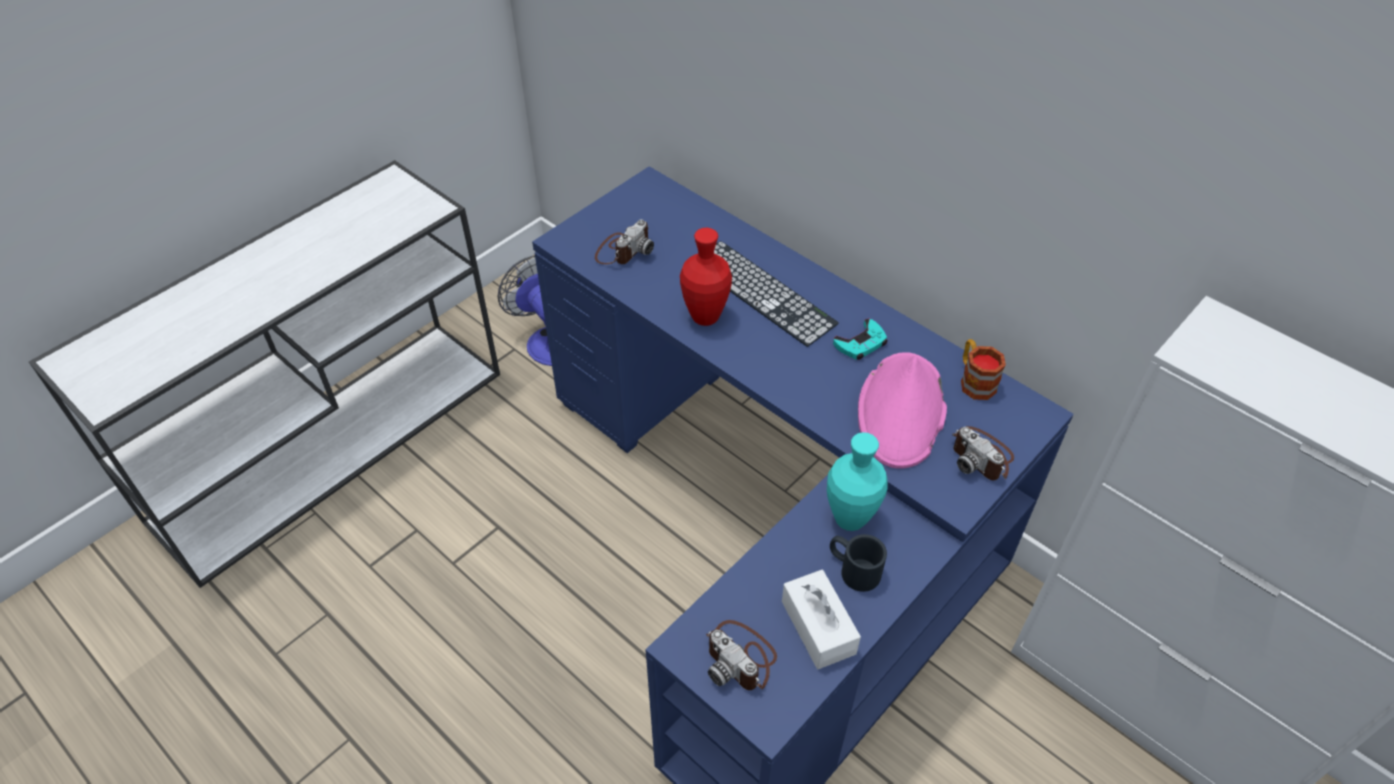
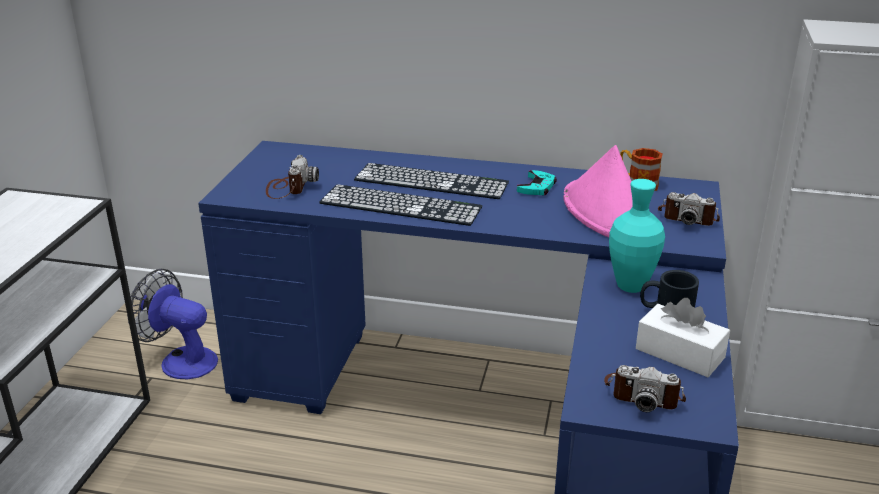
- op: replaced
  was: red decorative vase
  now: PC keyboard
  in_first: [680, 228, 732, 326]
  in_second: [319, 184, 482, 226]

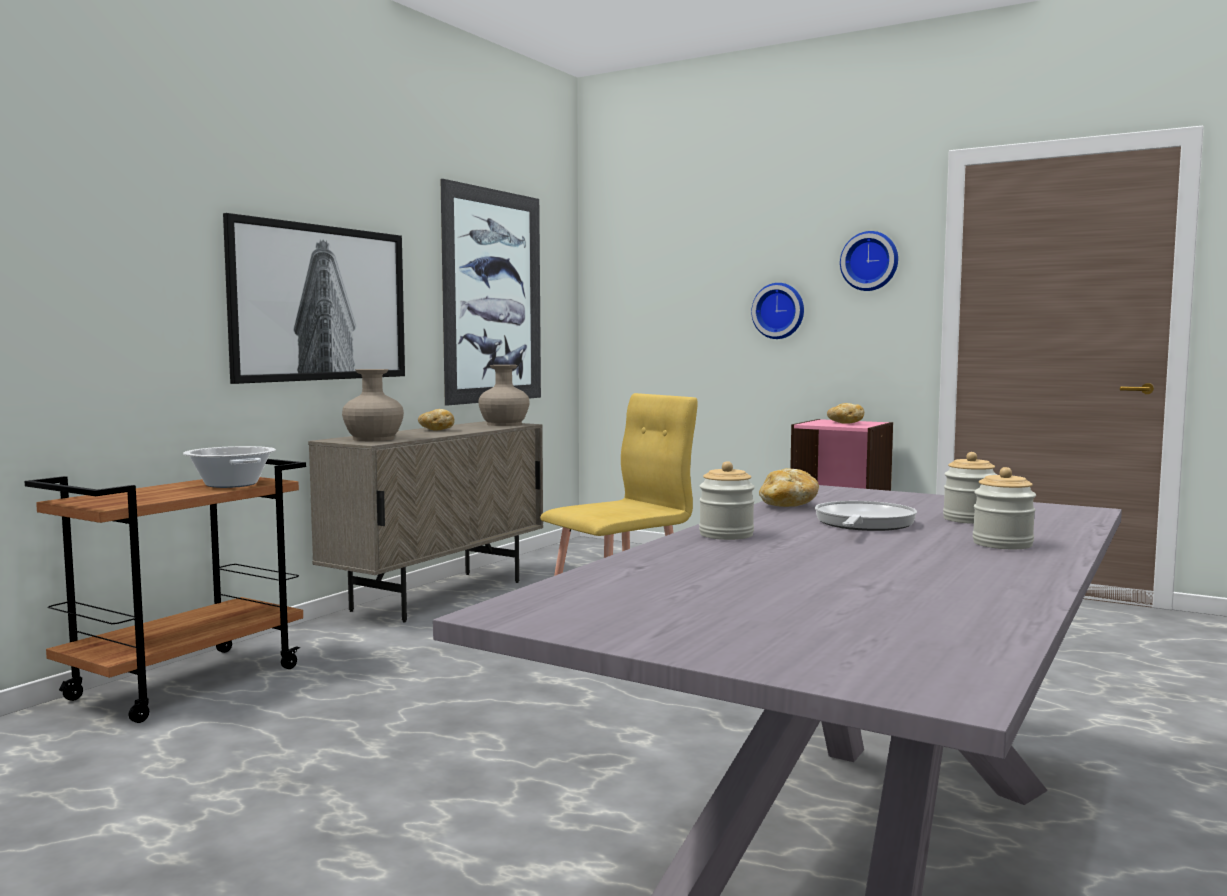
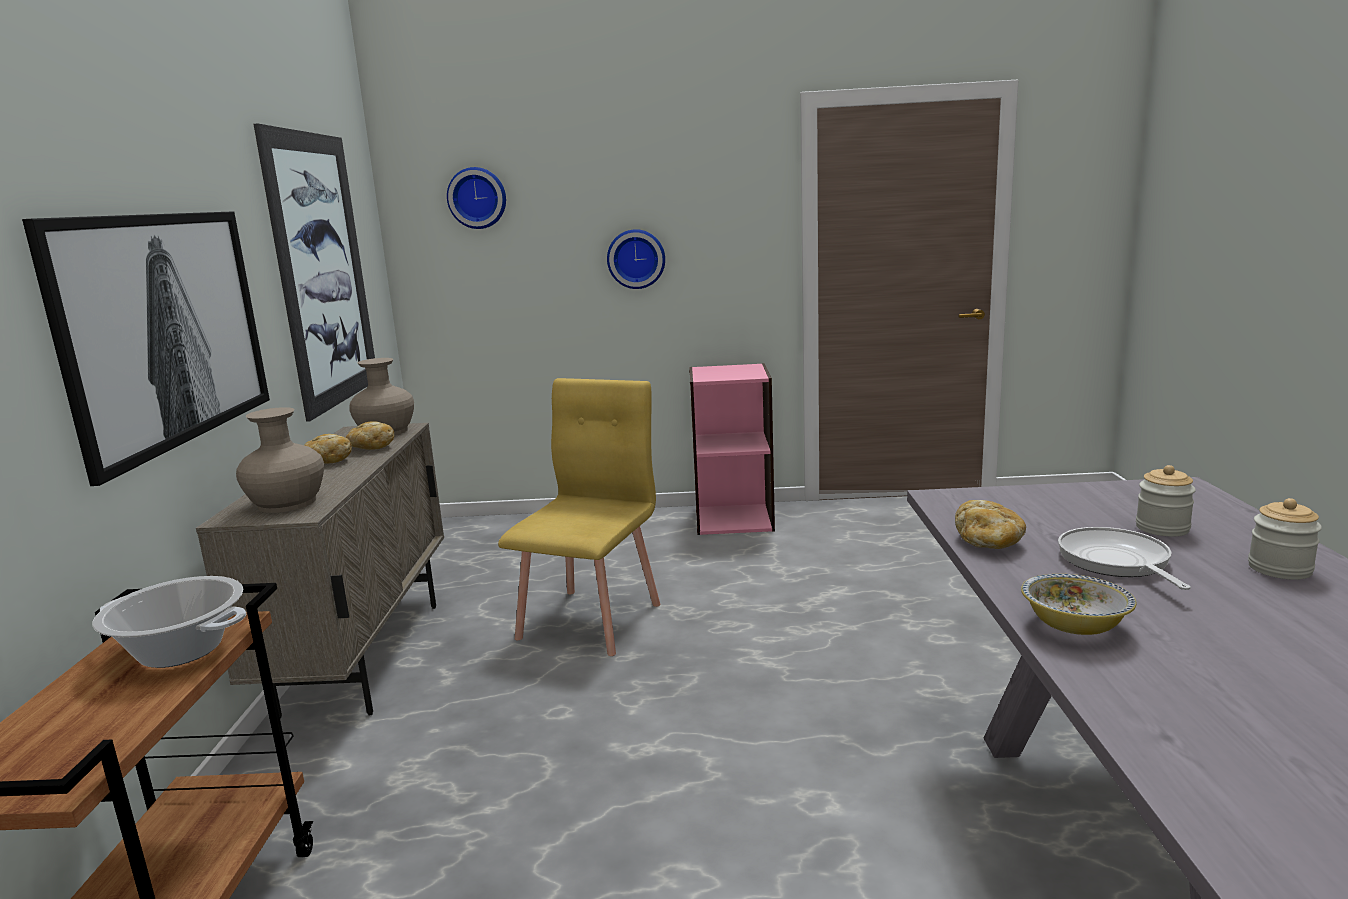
- op: replaced
  was: storage jar
  now: deep dish
  in_first: [699, 461, 755, 540]
  in_second: [1021, 574, 1136, 635]
- op: moved
  was: bread
  in_first: [827, 403, 864, 424]
  in_second: [346, 421, 394, 450]
- op: moved
  was: clock on the wall
  in_first: [840, 231, 898, 291]
  in_second: [447, 167, 506, 229]

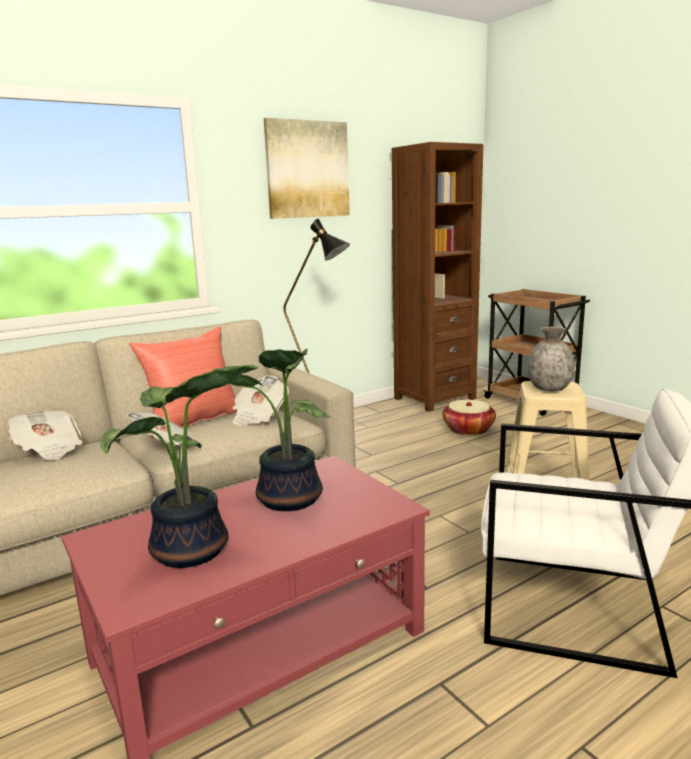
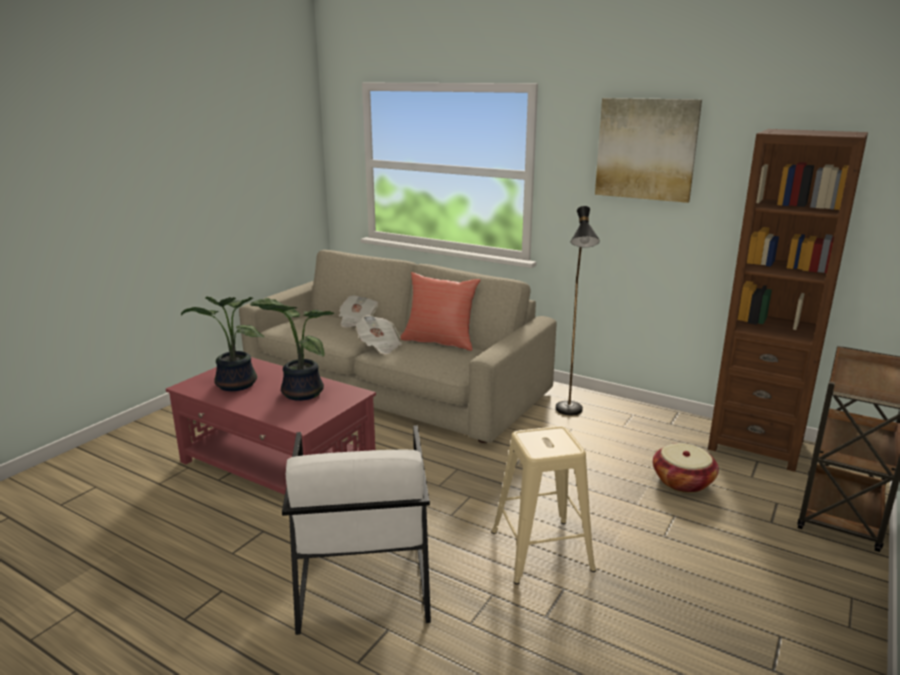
- op: removed
  was: newspaper
  in_first: [232, 375, 289, 425]
- op: removed
  was: greyish decorative vase
  in_first: [528, 327, 575, 392]

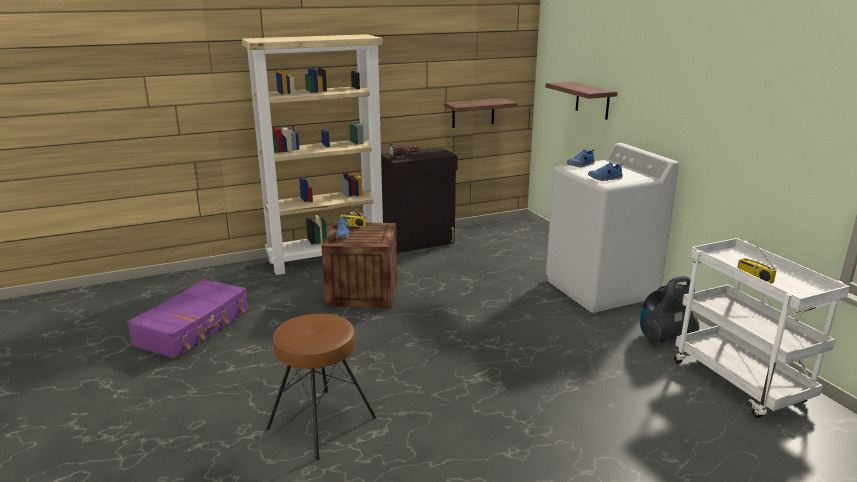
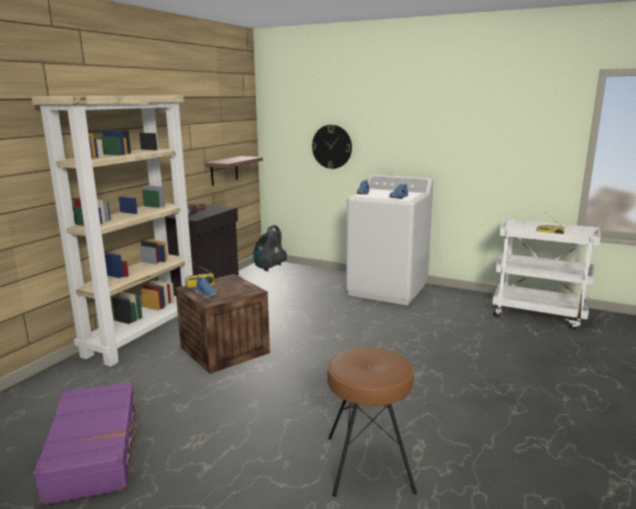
- op: replaced
  was: bracket shelf
  now: clock on the wall
  in_first: [546, 81, 618, 120]
  in_second: [312, 125, 352, 169]
- op: moved
  was: vacuum cleaner
  in_first: [640, 276, 699, 346]
  in_second: [254, 225, 287, 272]

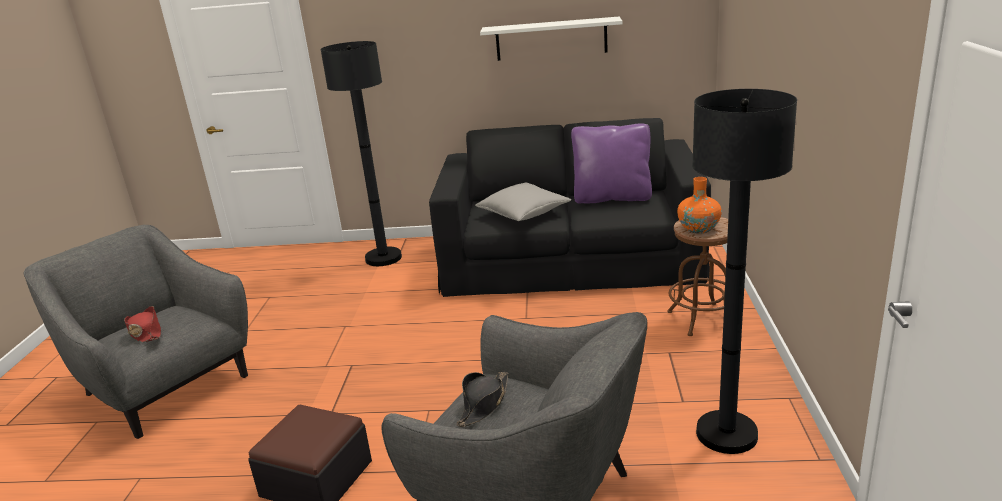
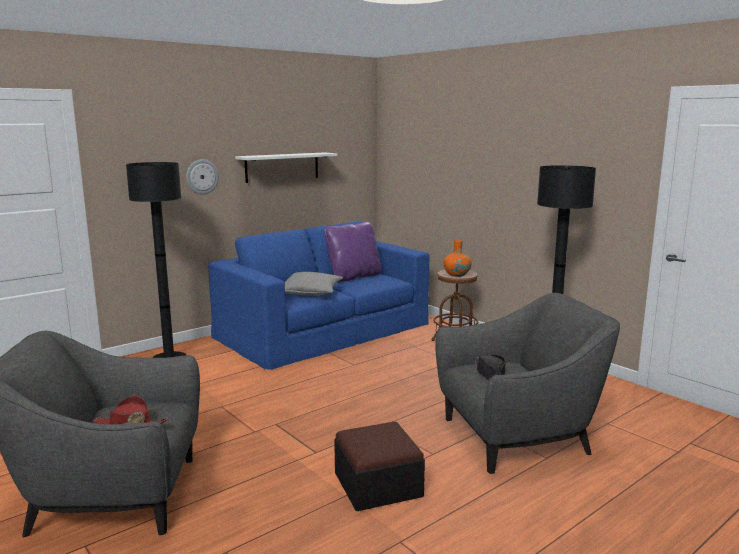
- op: recoloured
  was: blackish settee
  now: bluish settee
  in_first: [429, 118, 711, 297]
  in_second: [208, 221, 429, 370]
- op: added
  now: clock on the wall
  in_second: [186, 159, 219, 195]

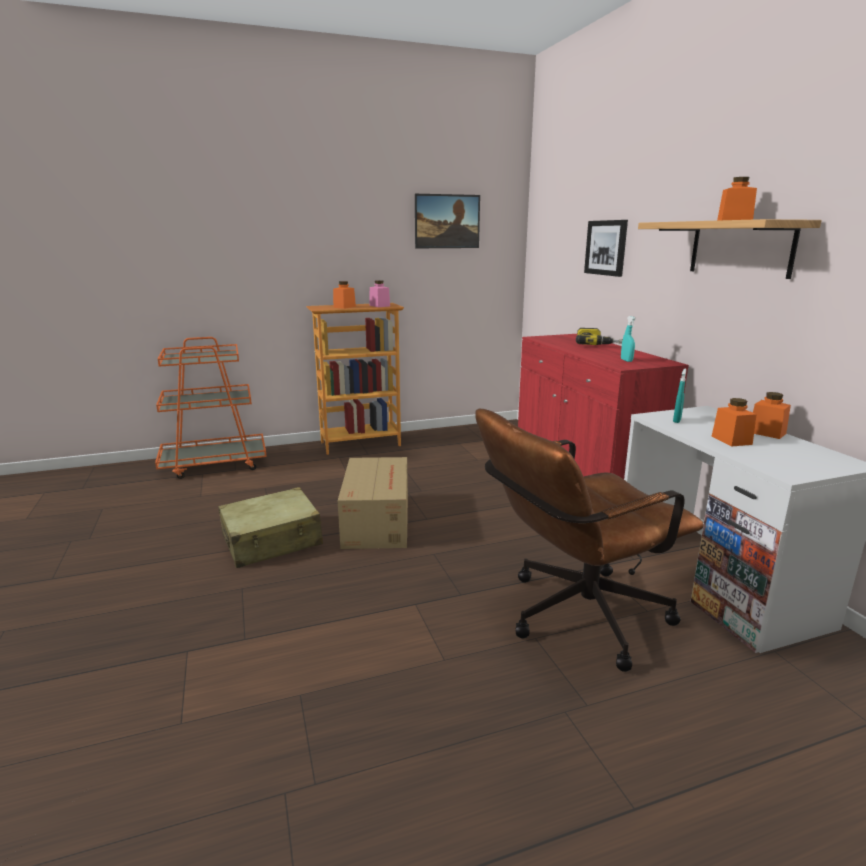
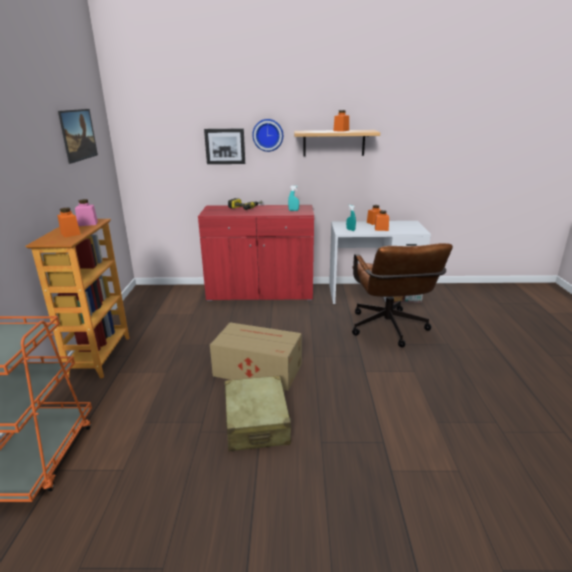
- op: added
  now: clock on the wall
  in_second: [252, 119, 283, 152]

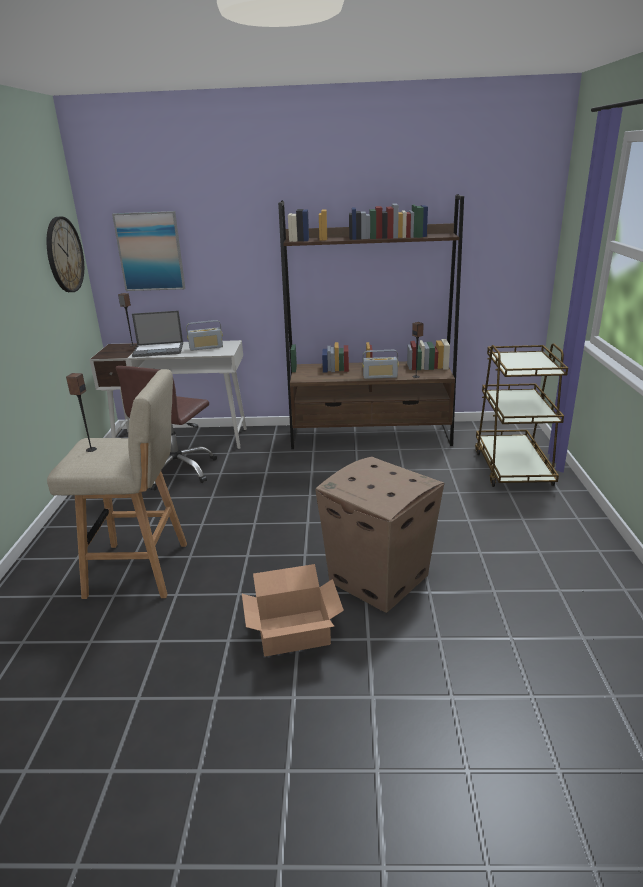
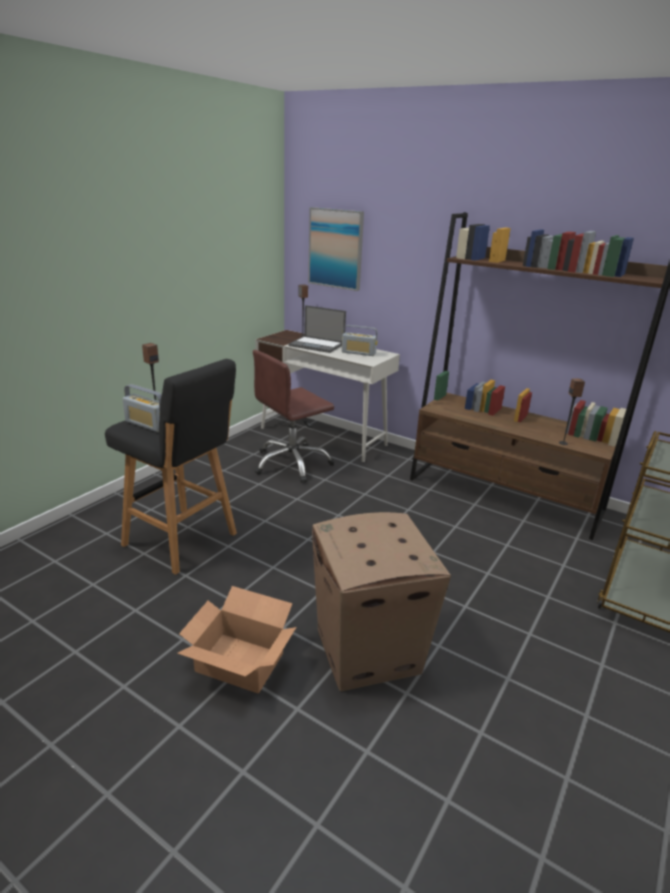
- op: removed
  was: clock on the wall
  in_first: [47, 217, 84, 292]
- op: recoloured
  was: beige stool
  now: blackish stool
  in_first: [47, 369, 187, 599]
  in_second: [105, 359, 237, 575]
- op: moved
  was: radio
  in_first: [362, 350, 399, 379]
  in_second: [122, 384, 162, 432]

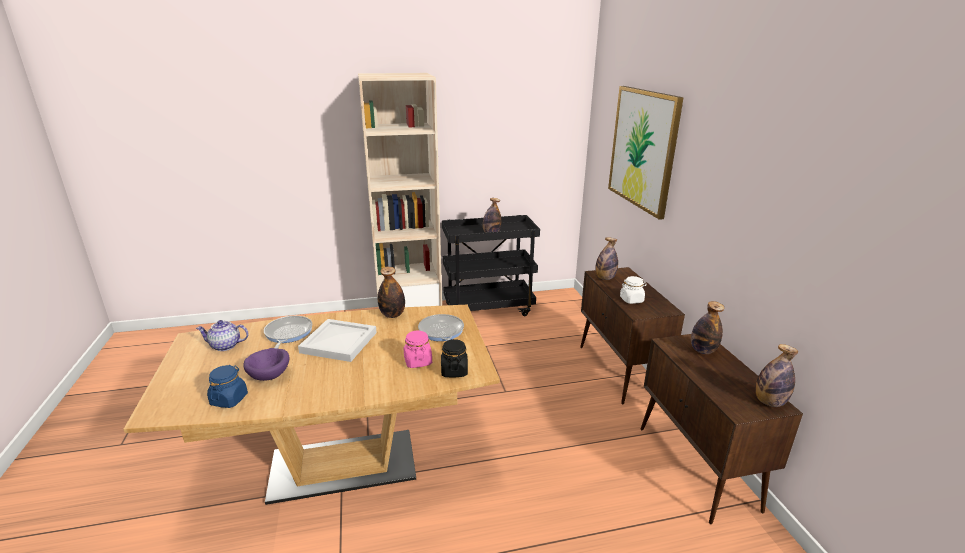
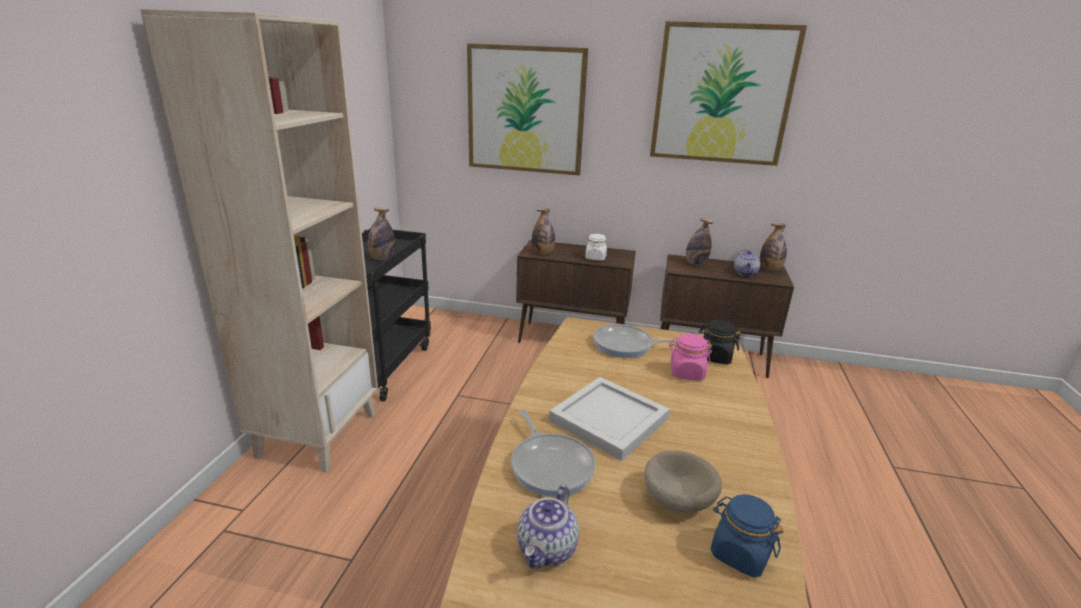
- op: recoloured
  was: purple deep dish
  now: beige deep dish
  in_first: [243, 348, 289, 381]
  in_second: [644, 451, 722, 513]
- op: turned
  was: skillet
  in_first: [264, 316, 313, 349]
  in_second: [511, 409, 596, 497]
  clockwise: -135
- op: removed
  was: drink bottle
  in_first: [378, 267, 405, 318]
- op: added
  now: wall picture
  in_second: [650, 21, 807, 166]
- op: added
  now: teapot
  in_second: [734, 250, 760, 276]

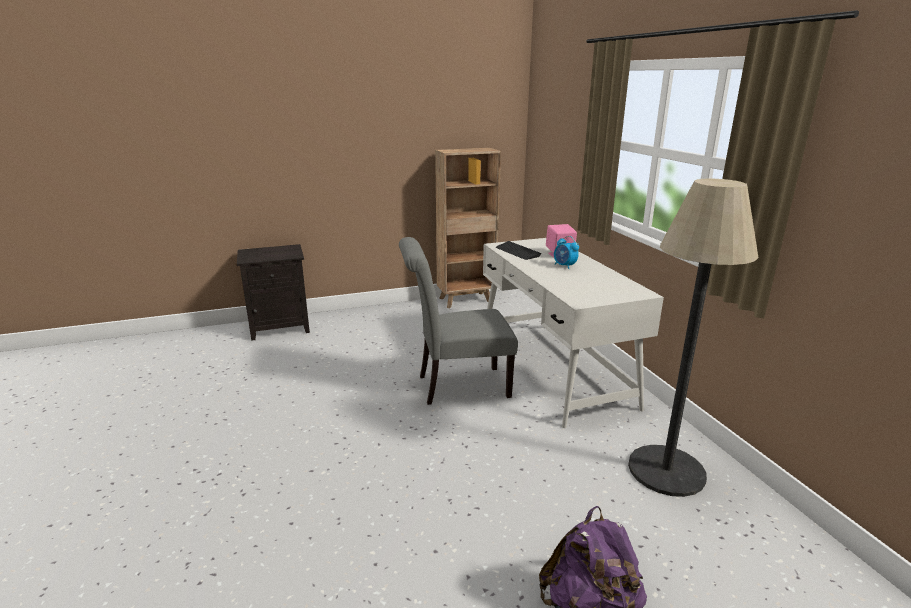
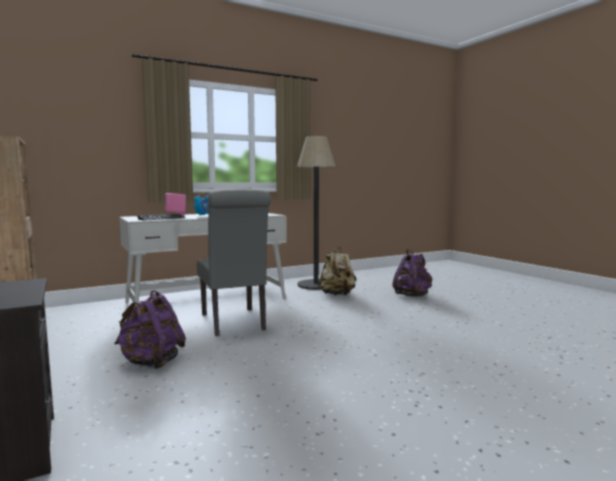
- op: added
  now: purple backpack
  in_second: [114, 290, 186, 369]
- op: added
  now: beige backpack
  in_second: [318, 247, 357, 296]

